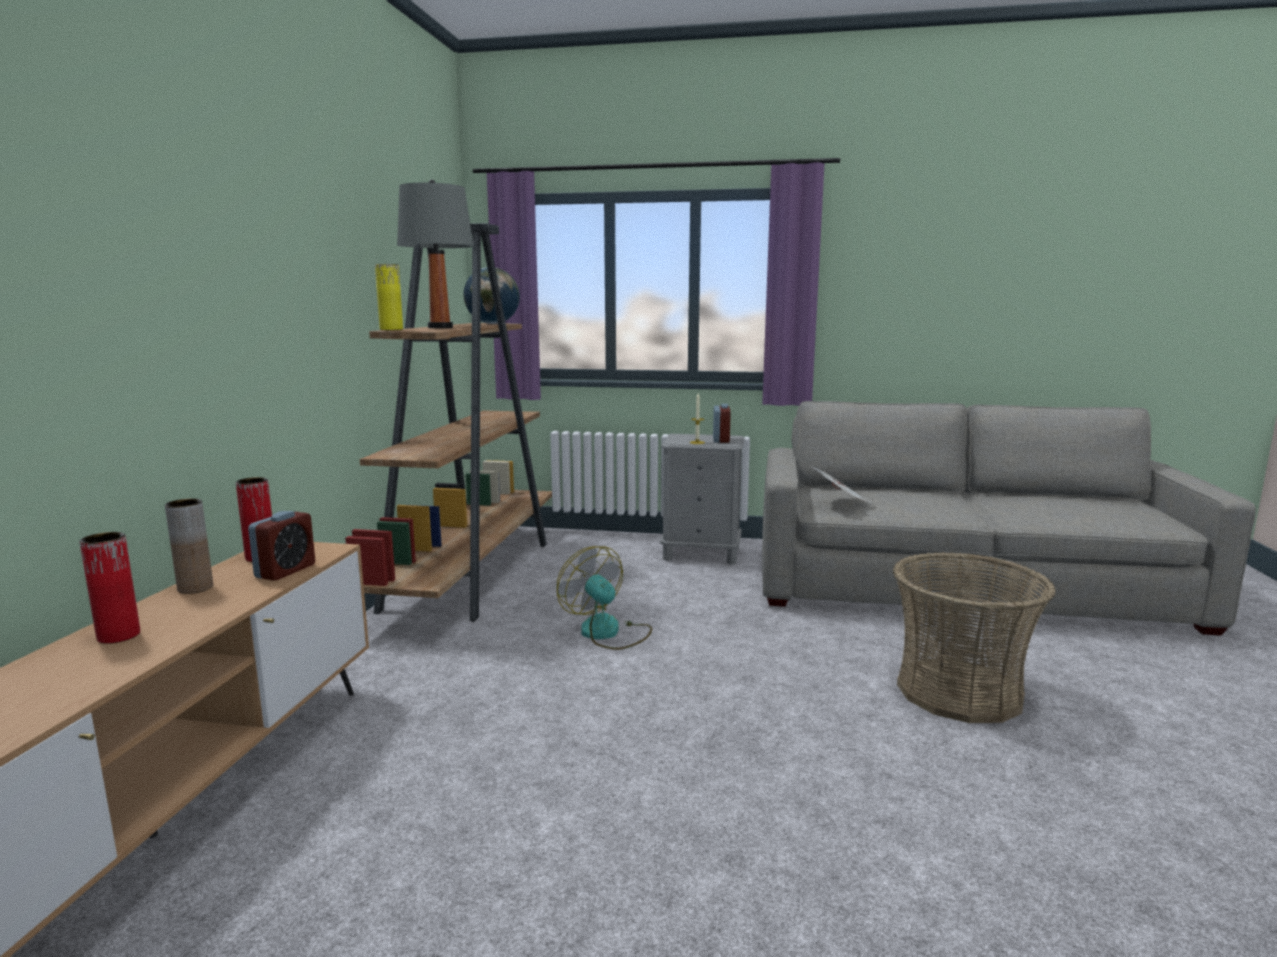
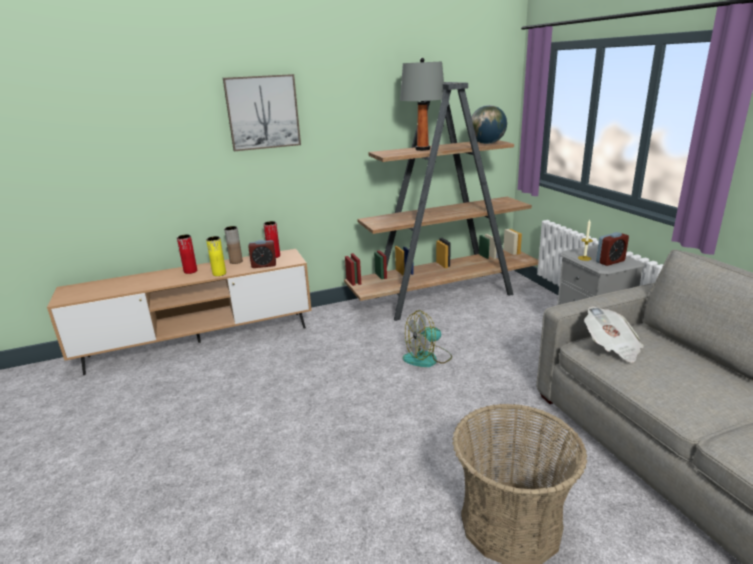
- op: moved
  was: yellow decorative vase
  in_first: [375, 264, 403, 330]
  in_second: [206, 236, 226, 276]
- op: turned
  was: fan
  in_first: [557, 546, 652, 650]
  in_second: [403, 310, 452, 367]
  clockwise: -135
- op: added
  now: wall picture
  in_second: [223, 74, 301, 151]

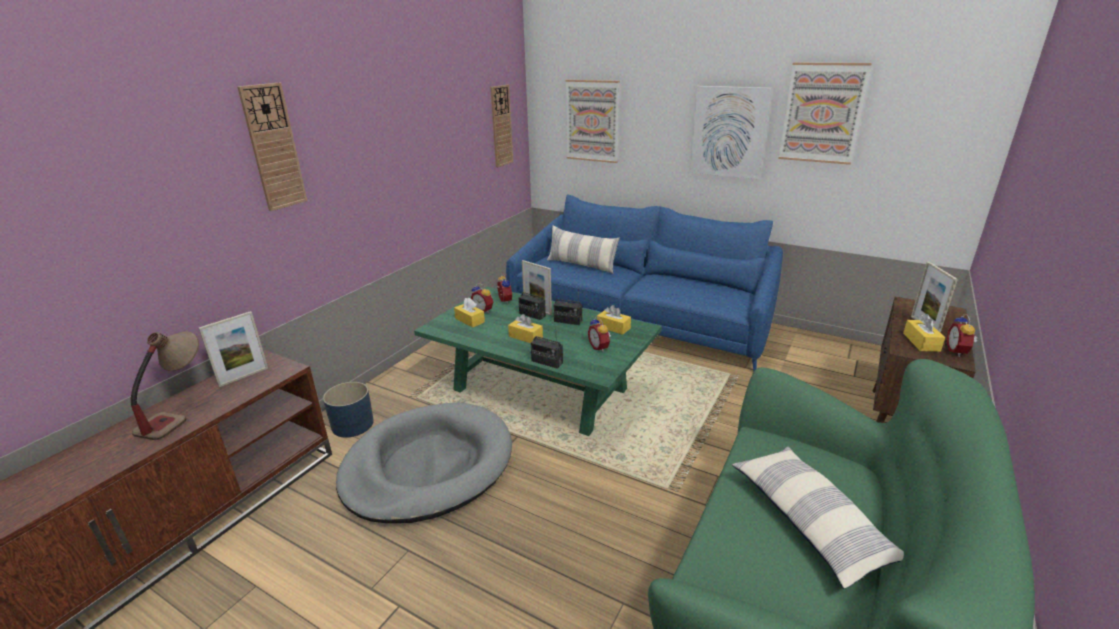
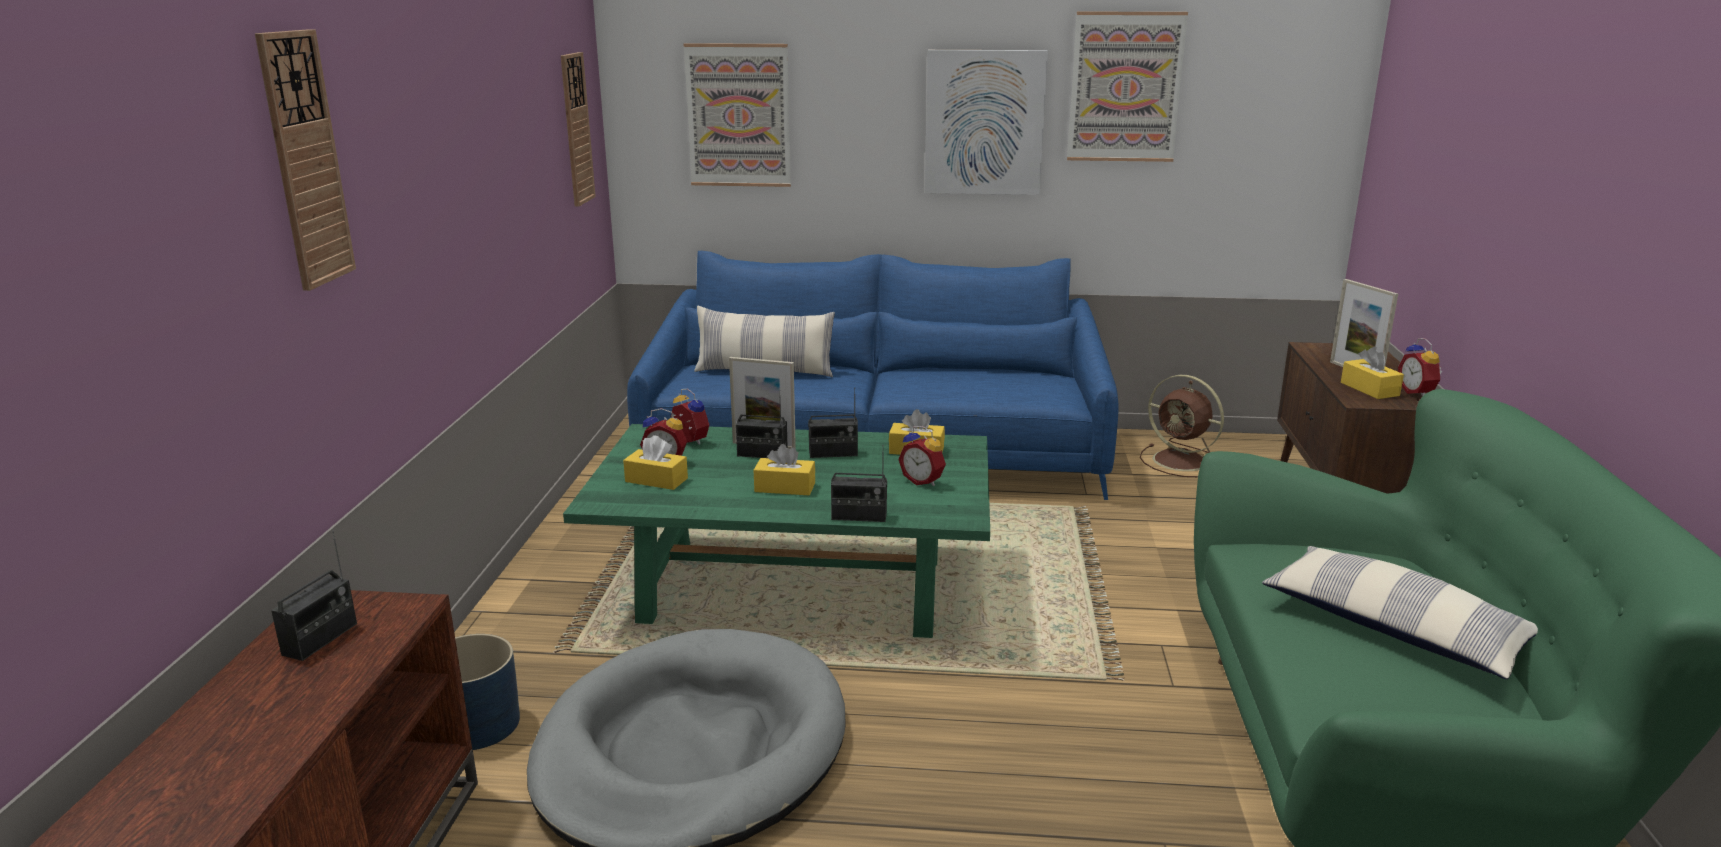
- op: removed
  was: tabletop lamp
  in_first: [131, 331, 199, 440]
- op: replaced
  was: photo frame
  now: radio
  in_first: [199, 311, 268, 387]
  in_second: [271, 530, 357, 661]
- op: added
  now: brown fan
  in_second: [1140, 375, 1224, 477]

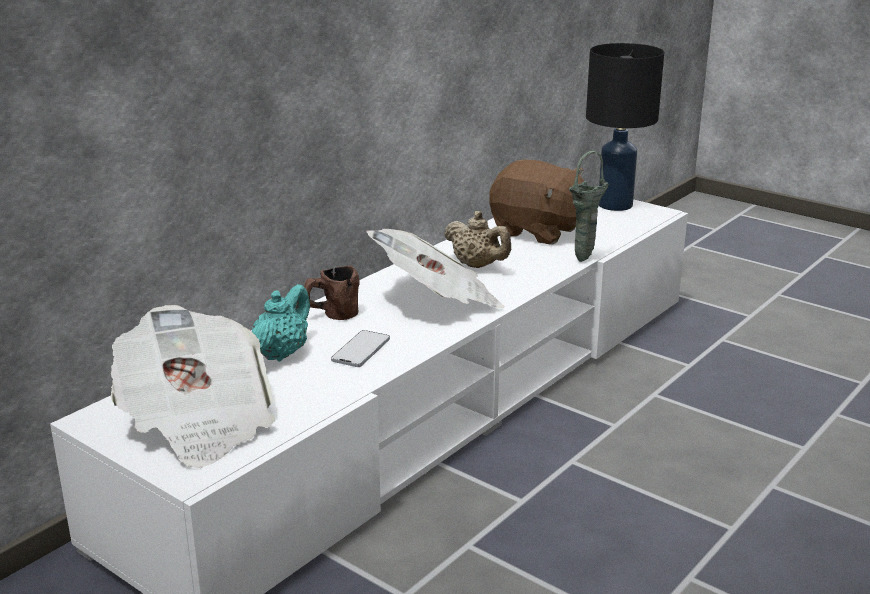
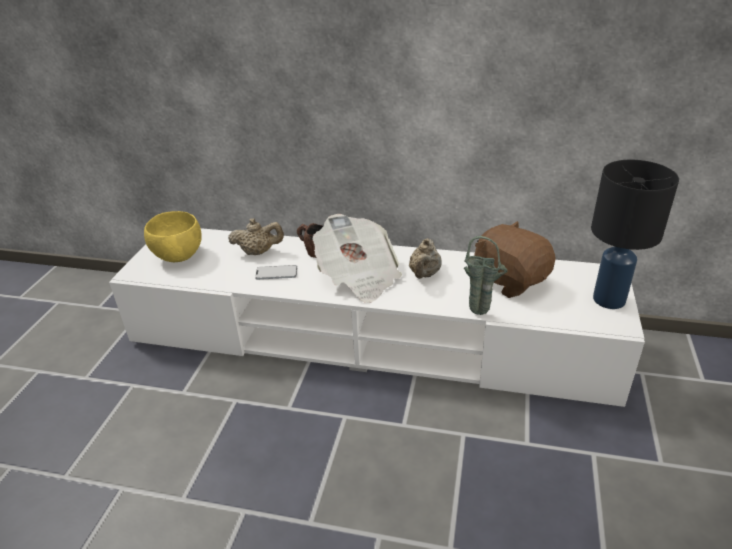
- op: replaced
  was: newspaper
  now: yellow deep dish
  in_first: [110, 305, 275, 468]
  in_second: [144, 211, 202, 262]
- op: recoloured
  was: turquoise teapot
  now: beige teapot
  in_first: [252, 284, 310, 361]
  in_second: [228, 218, 284, 255]
- op: turned
  was: brown plush toy
  in_first: [489, 160, 584, 244]
  in_second: [474, 221, 556, 298]
  clockwise: 135

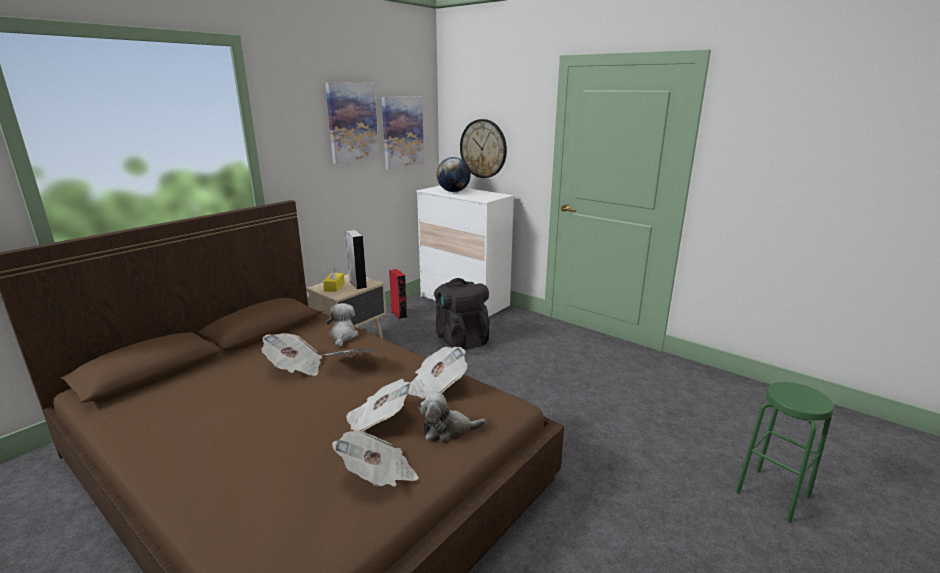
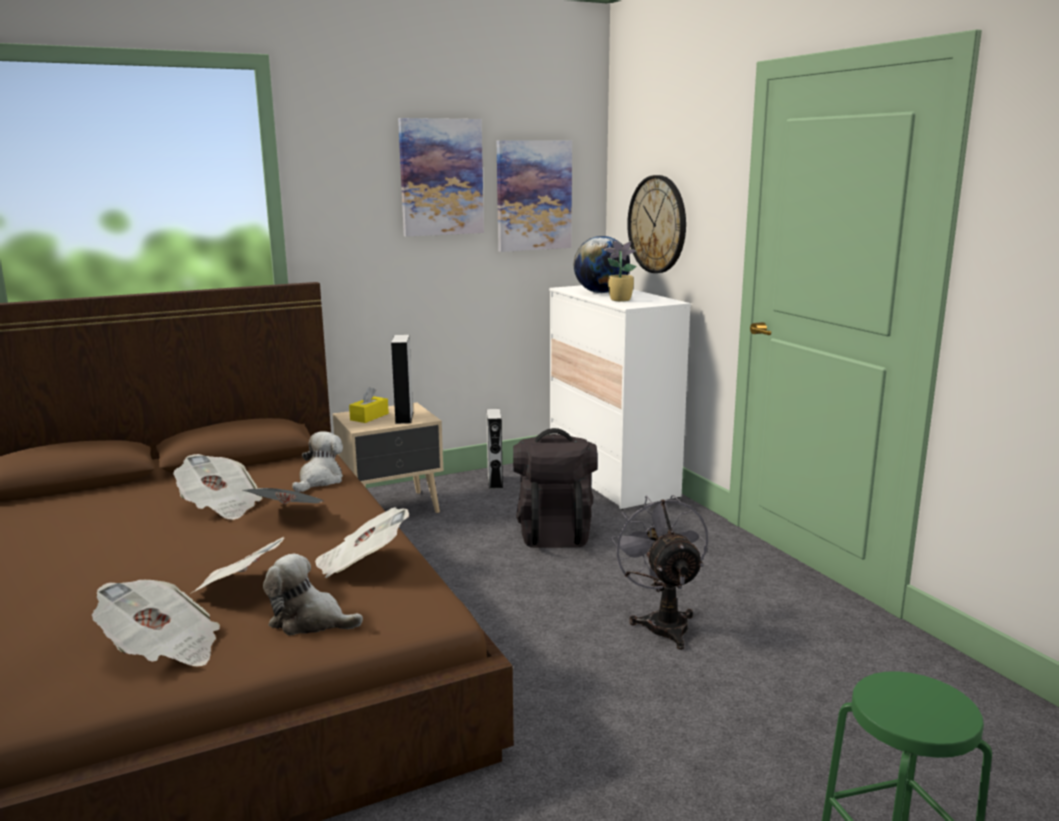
- op: recoloured
  was: red loudspeaker
  now: greyish loudspeaker
  in_first: [389, 269, 407, 320]
  in_second: [486, 409, 503, 489]
- op: added
  now: plant in a pot
  in_second: [604, 241, 637, 301]
- op: added
  now: greyish fan
  in_second: [611, 495, 708, 650]

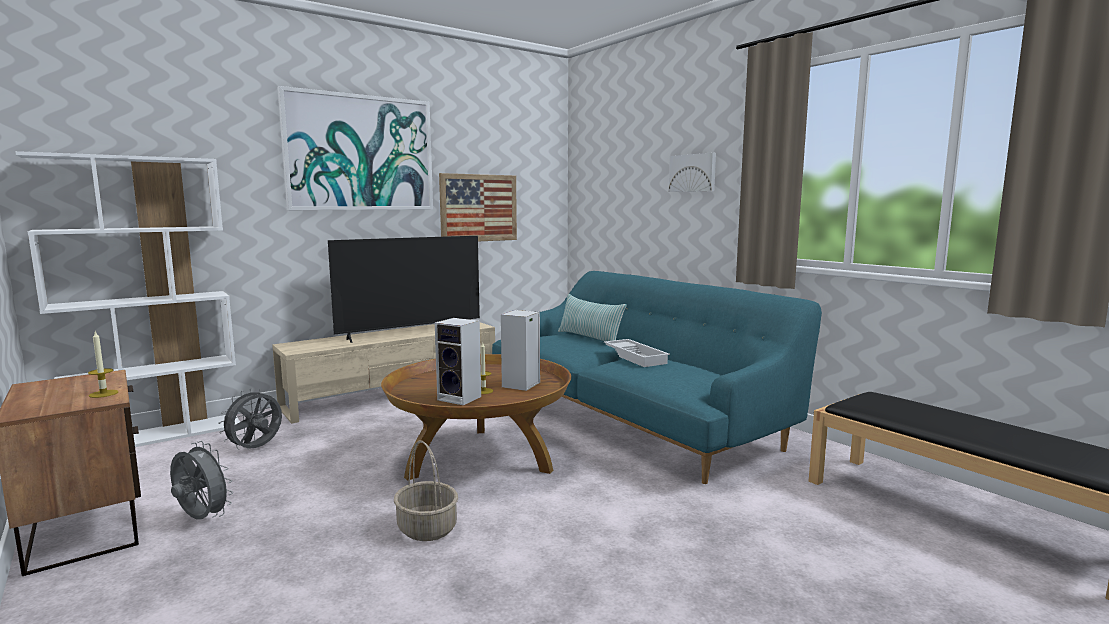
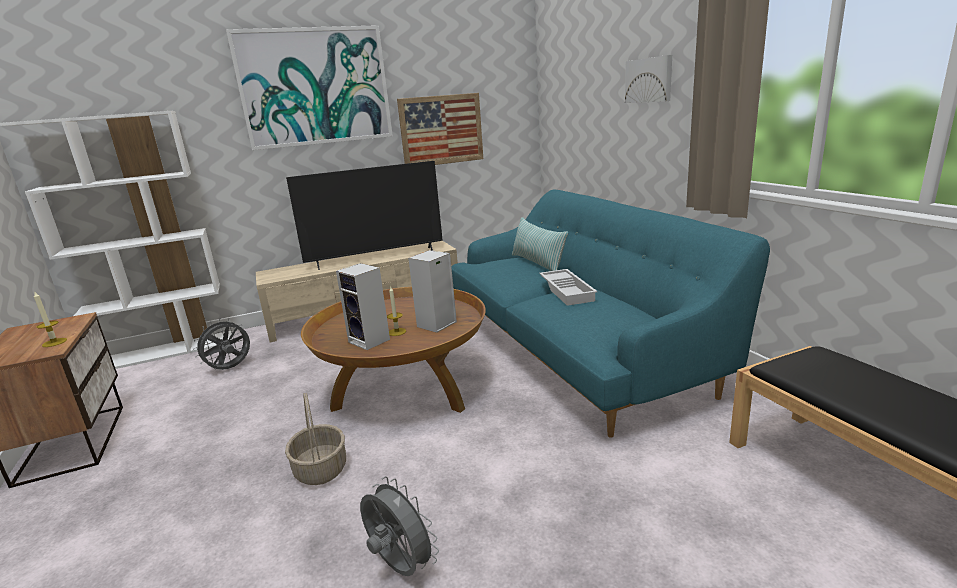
- op: moved
  was: greyish fan
  in_first: [170, 441, 233, 519]
  in_second: [360, 476, 439, 576]

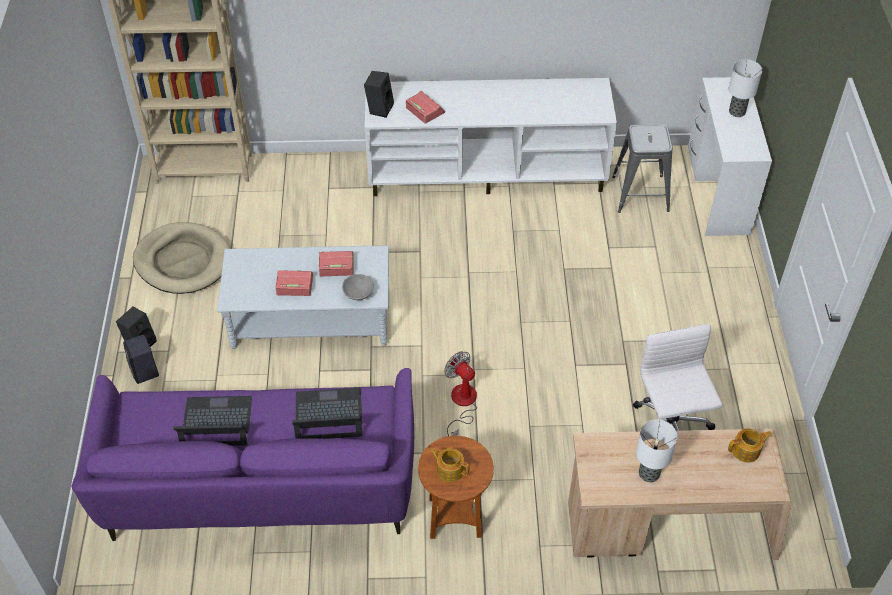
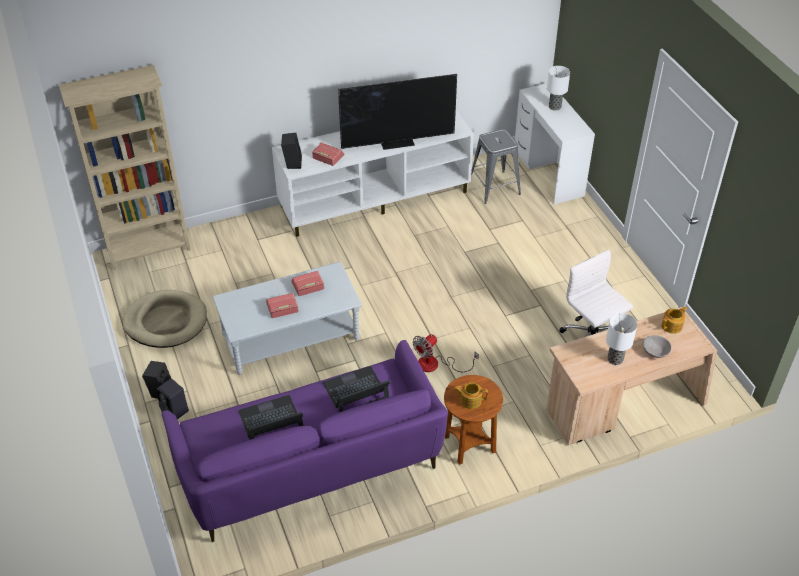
- op: moved
  was: greyish deep dish
  in_first: [342, 274, 374, 300]
  in_second: [643, 335, 672, 358]
- op: turned
  was: fan
  in_first: [444, 351, 477, 436]
  in_second: [413, 334, 479, 372]
  clockwise: -75
- op: added
  now: TV
  in_second: [338, 74, 457, 150]

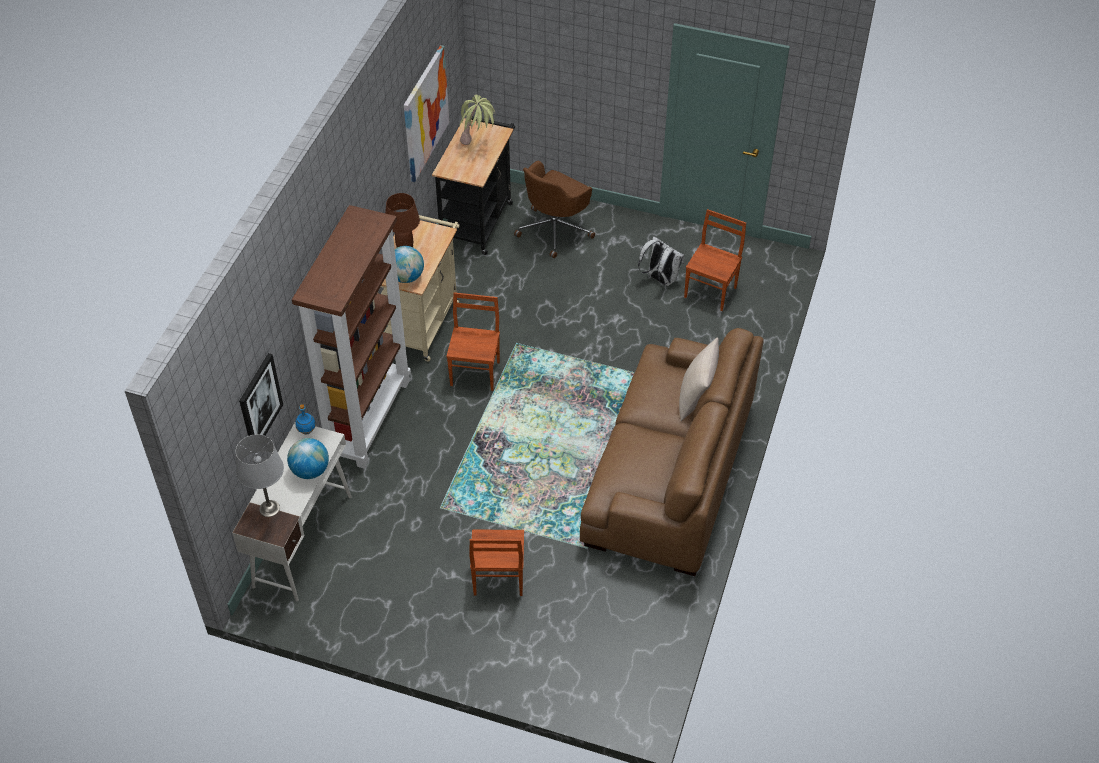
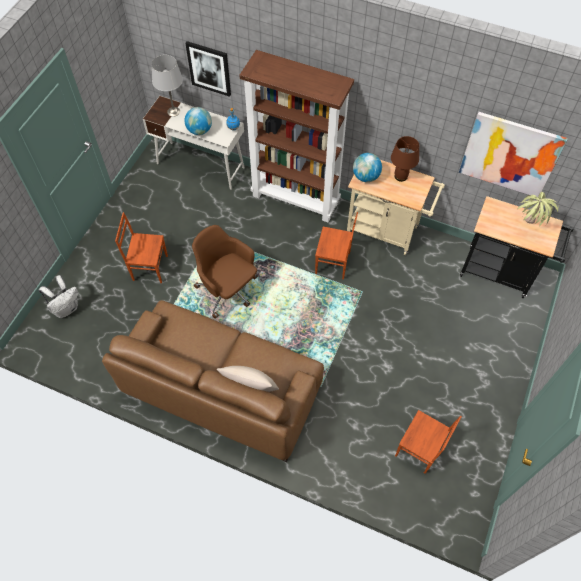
- op: moved
  was: brown computer chair
  in_first: [514, 161, 595, 258]
  in_second: [192, 225, 258, 319]
- op: moved
  was: white backpack
  in_first: [638, 237, 685, 286]
  in_second: [39, 275, 78, 318]

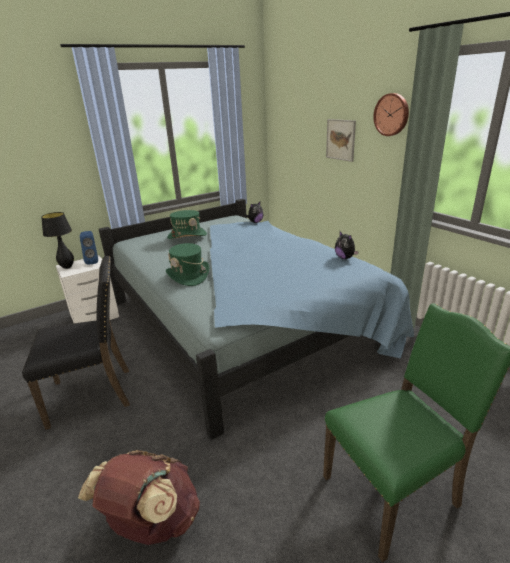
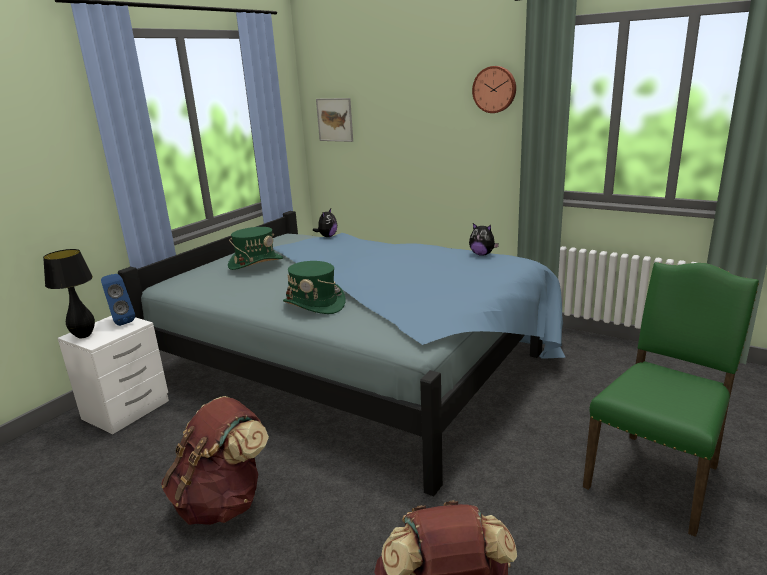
- op: replaced
  was: blackish plain chair
  now: brown backpack
  in_first: [22, 256, 130, 430]
  in_second: [161, 396, 269, 525]
- op: moved
  was: wall picture
  in_first: [326, 119, 356, 162]
  in_second: [316, 98, 353, 142]

